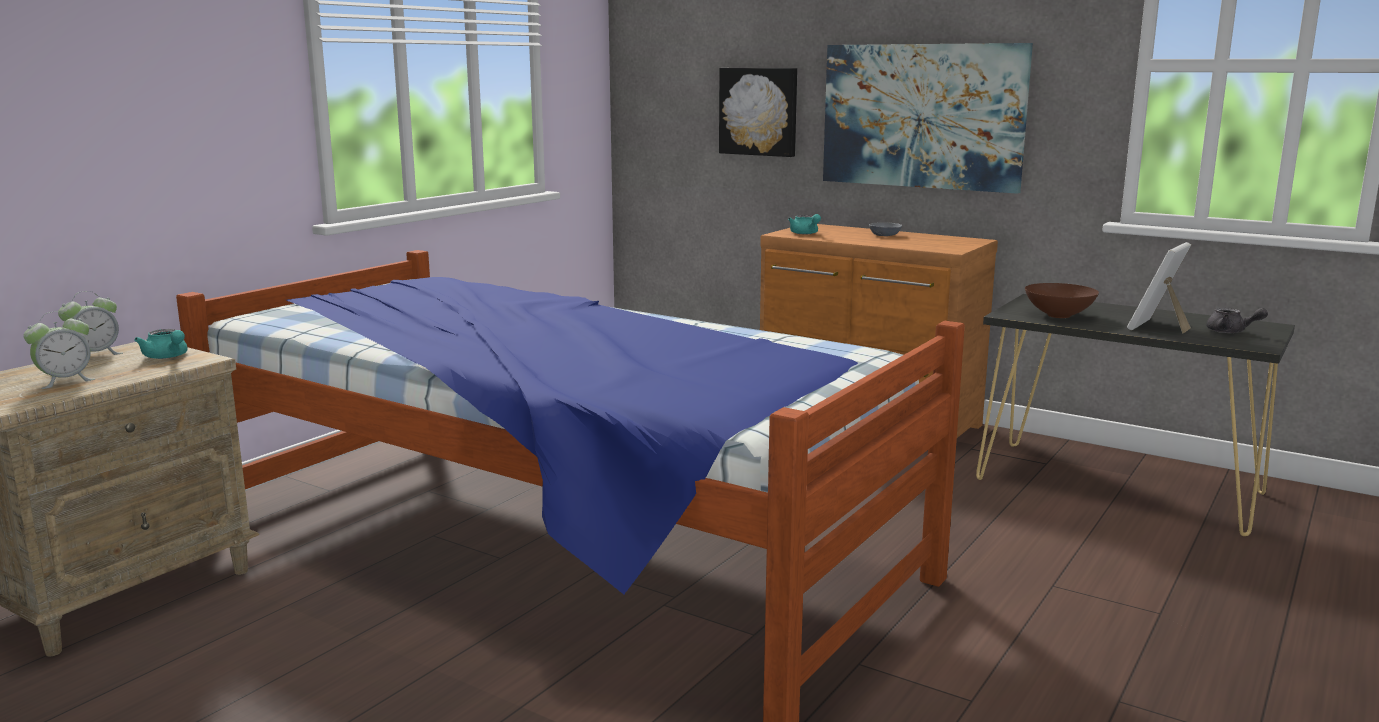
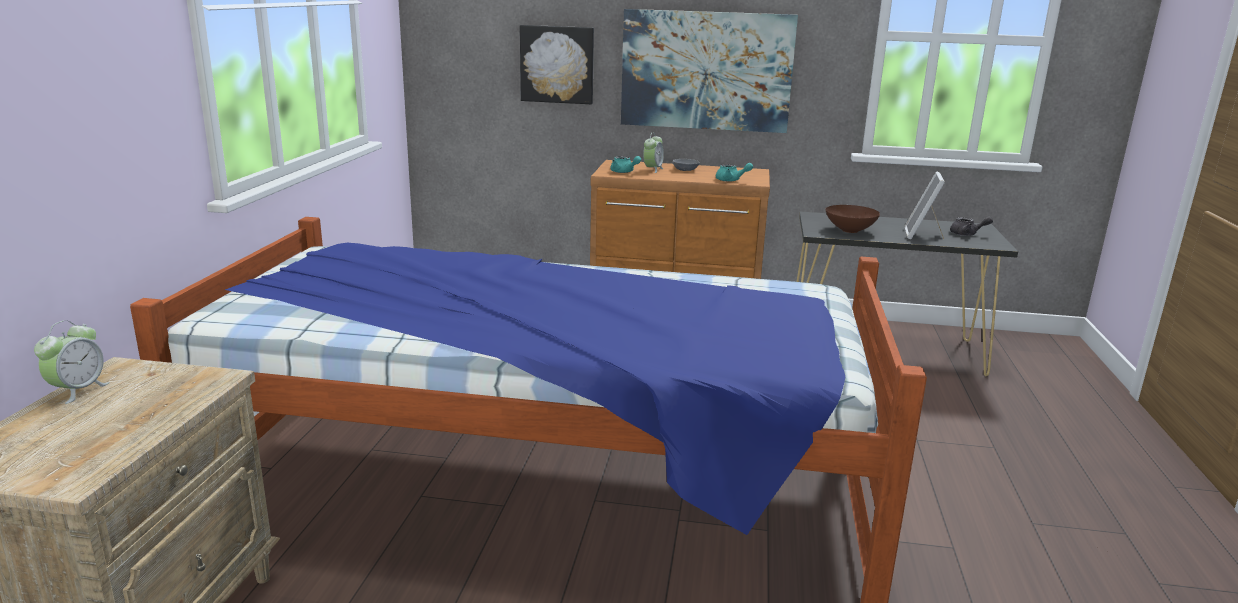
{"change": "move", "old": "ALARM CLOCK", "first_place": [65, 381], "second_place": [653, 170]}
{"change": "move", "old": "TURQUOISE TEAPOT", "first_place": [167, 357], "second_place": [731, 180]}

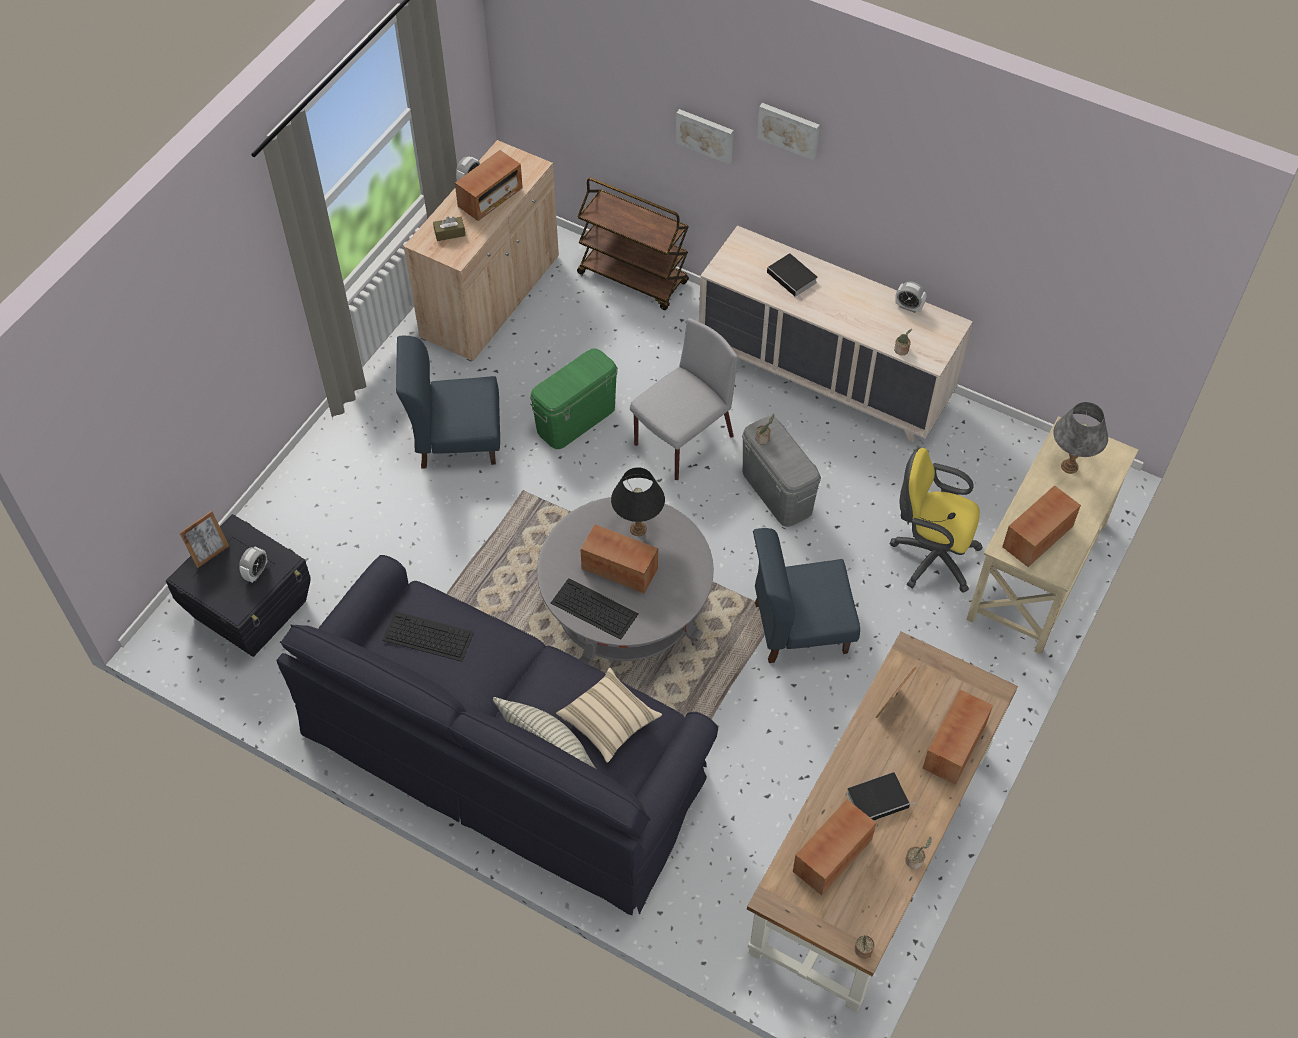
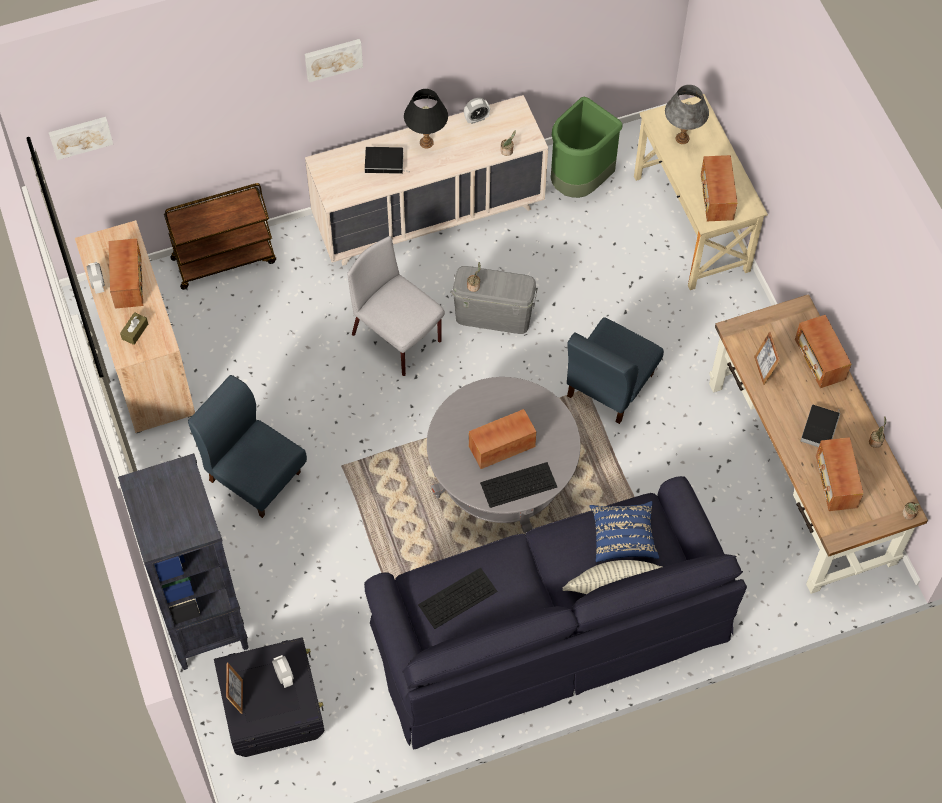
{"change": "rotate", "old": "BLUE CHAIR", "first_place": [456, 439], "second_place": [254, 475], "degrees": 90}
{"change": "delete", "old": "GREEN STORAGE BOX", "first_place": [576, 419]}
{"change": "recolor", "old": "BEIGE PILLOW", "new": "BLUE PILLOW", "first_place": [609, 721], "second_place": [623, 537]}
{"change": "move", "old": "BLACK TABLE LAMP", "first_place": [637, 529], "second_place": [426, 143]}
{"change": "rotate", "old": "GREY CHAIR", "first_place": [682, 441], "second_place": [398, 339], "degrees": -45}
{"change": "move", "old": "PICTURE", "first_place": [705, 134], "second_place": [80, 136]}
{"change": "delete", "old": "YELLOW OFFICE CHAIR", "first_place": [930, 556]}
{"change": "insert", "new": "BLACK BOOKCASE", "second_place": [204, 620]}
{"change": "insert", "new": "GREEN TRASH CAN", "second_place": [580, 182]}

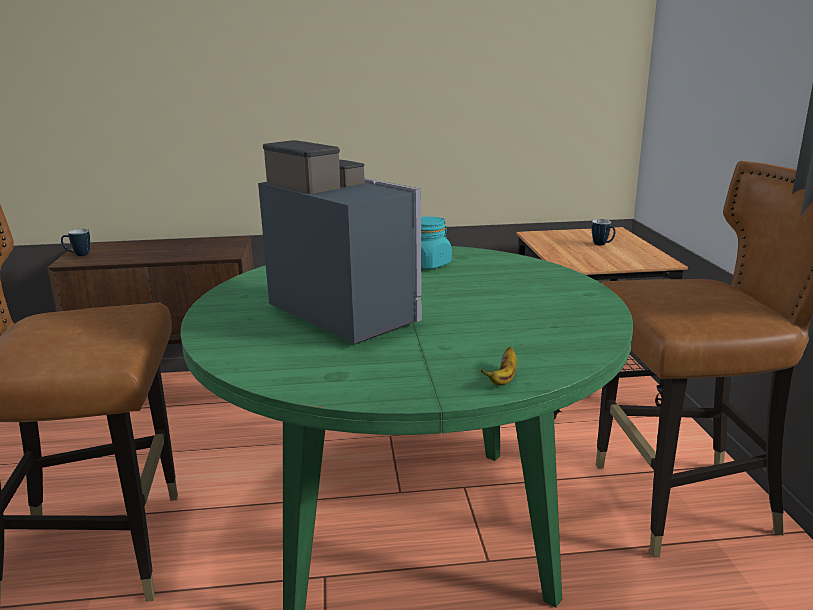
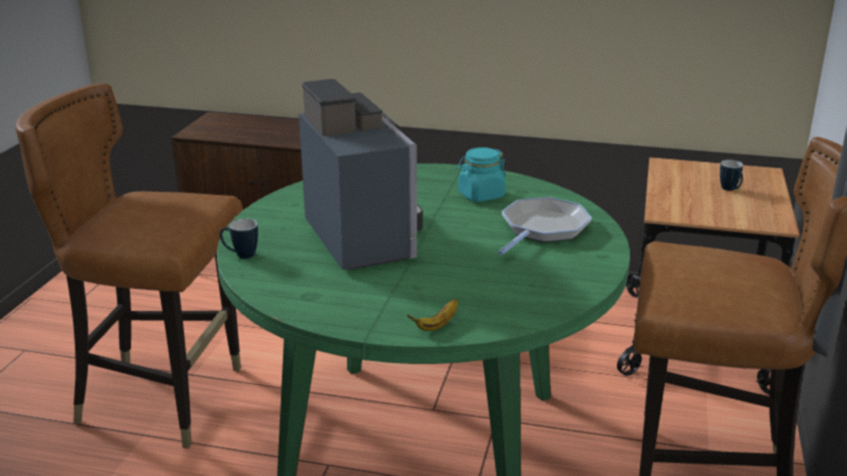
{"change": "move", "old": "MUG", "first_place": [78, 255], "second_place": [240, 255]}
{"change": "insert", "new": "FRYING PAN", "second_place": [542, 229]}

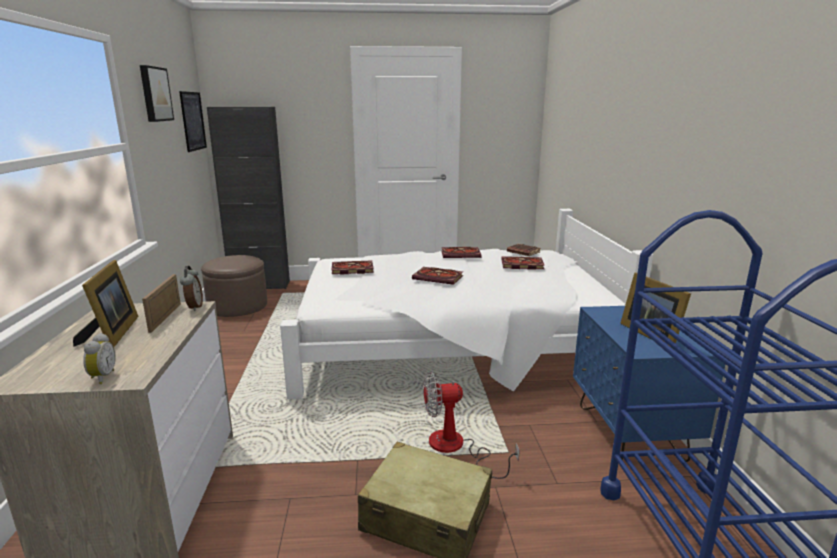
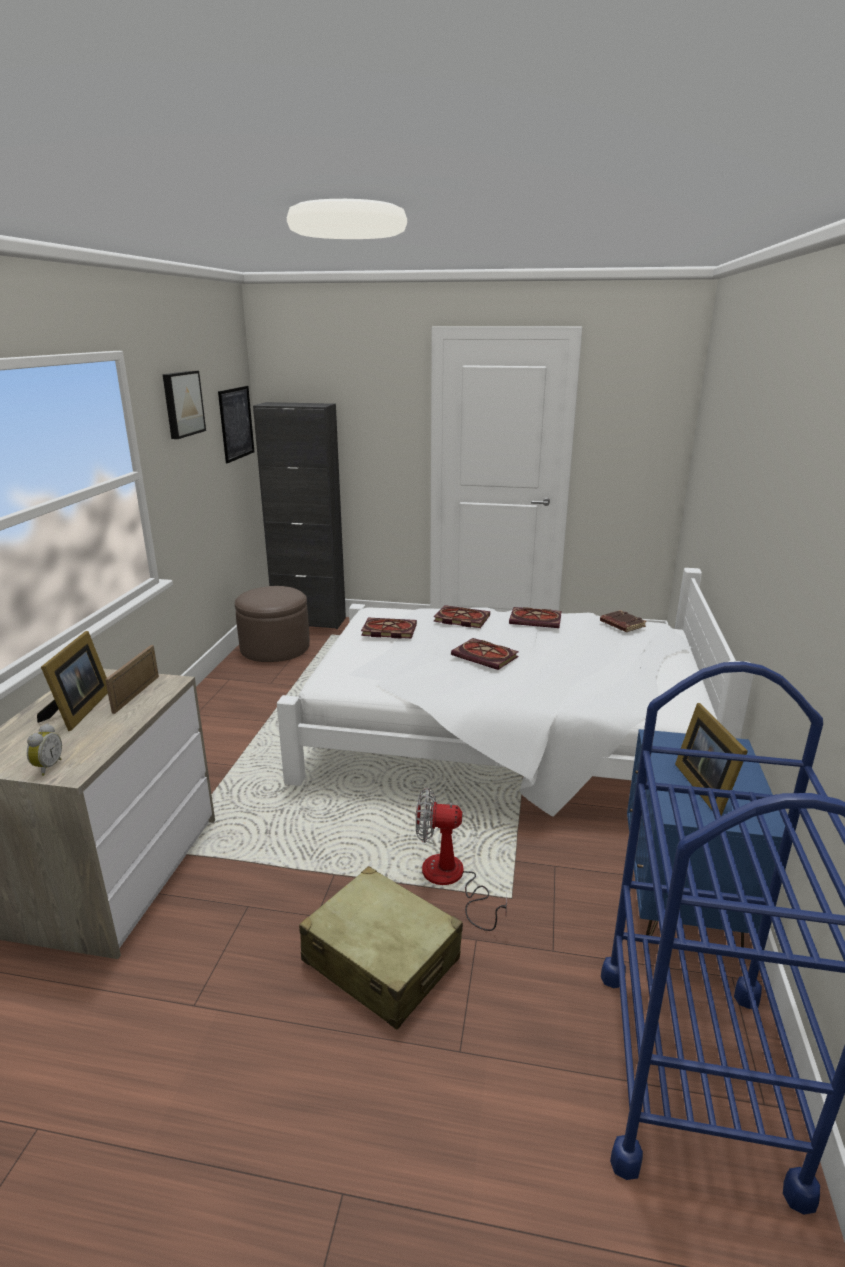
{"change": "delete", "old": "ALARM CLOCK", "first_place": [194, 307]}
{"change": "move", "old": "BOOK", "first_place": [521, 265], "second_place": [460, 619]}

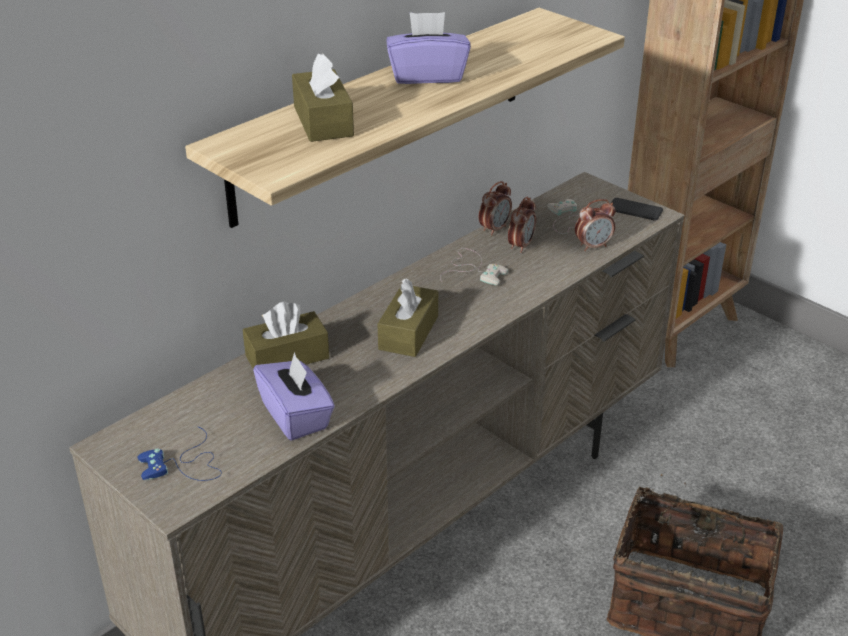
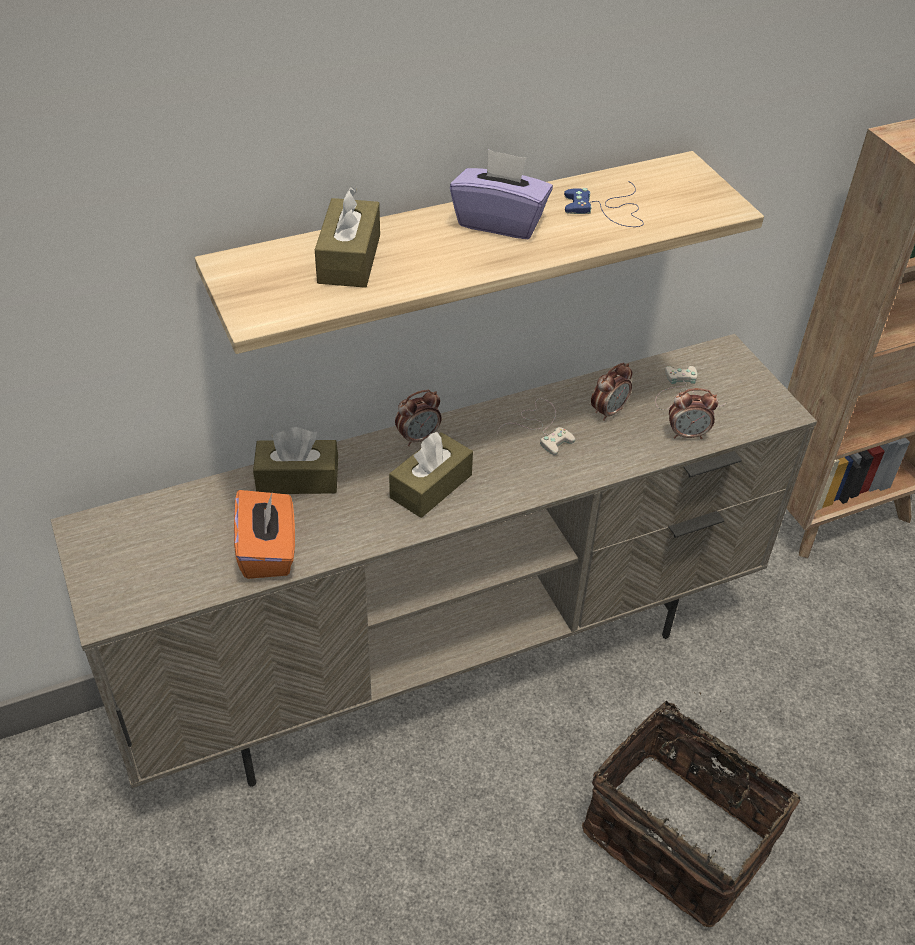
{"change": "move", "old": "BLUE GAME CONTROLLER", "first_place": [184, 465], "second_place": [608, 210]}
{"change": "recolor", "old": "PURPLE TISSUE BOX", "new": "ORANGE TISSUE BOX", "first_place": [296, 416], "second_place": [268, 551]}
{"change": "move", "old": "ALARM CLOCK", "first_place": [494, 229], "second_place": [418, 438]}
{"change": "delete", "old": "PHONE", "first_place": [635, 210]}

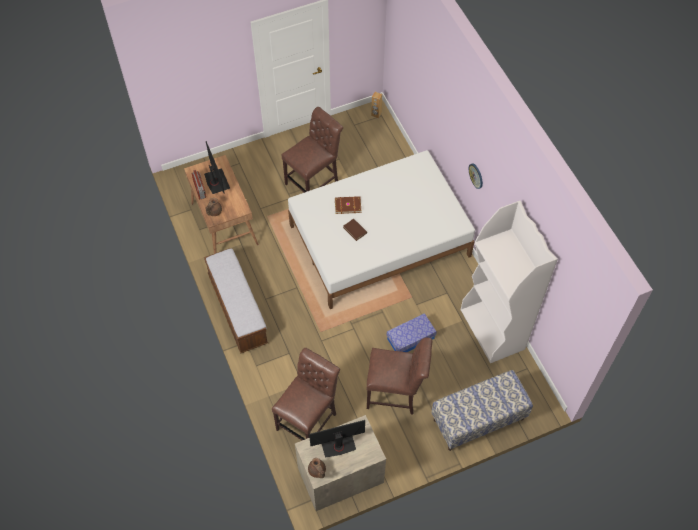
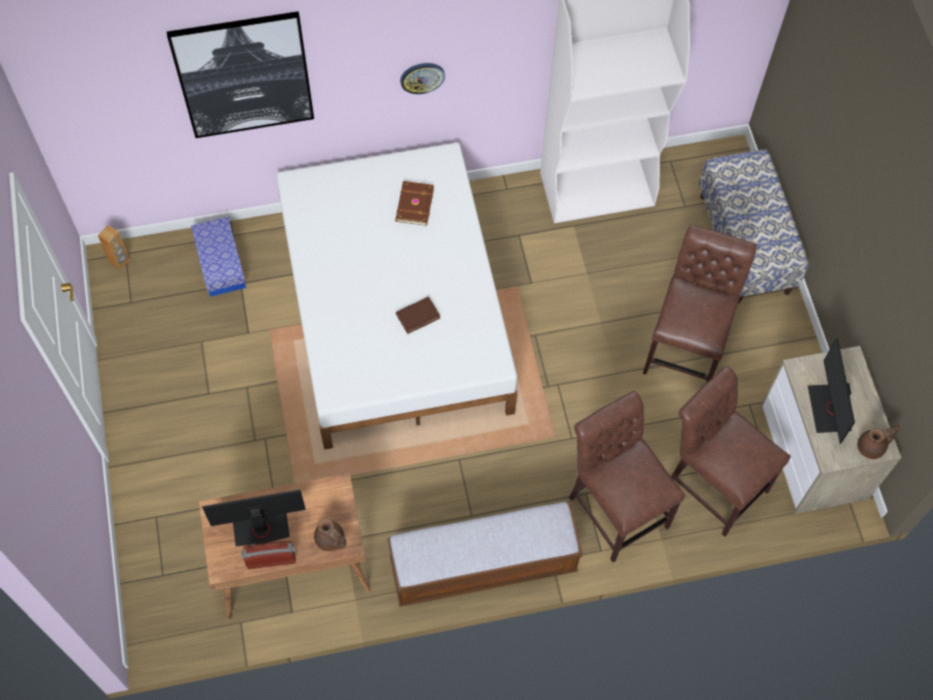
{"change": "move", "old": "BROWN CHAIR", "first_place": [314, 181], "second_place": [615, 507]}
{"change": "move", "old": "BROWN BOOK", "first_place": [347, 205], "second_place": [413, 205]}
{"change": "move", "old": "STORAGE BOX", "first_place": [410, 339], "second_place": [221, 263]}
{"change": "insert", "new": "PICTURE", "second_place": [244, 75]}

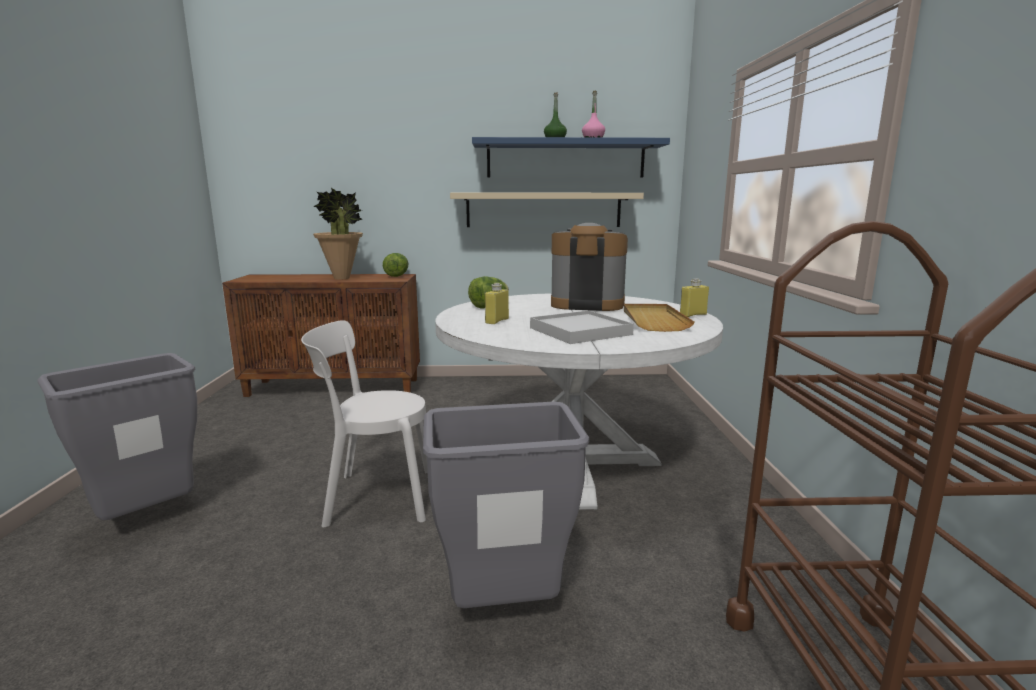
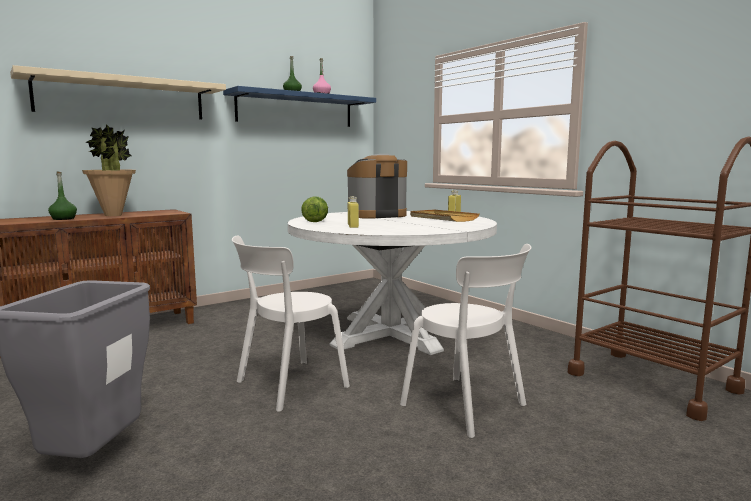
{"change": "delete", "old": "LETTUCE", "first_place": [397, 275]}
{"change": "replace", "old": "GREY TRASH CAN", "new": "WHITE CHAIR", "first_place": [502, 609], "second_place": [467, 406]}
{"change": "move", "old": "BEIGE SHELF", "first_place": [543, 210], "second_place": [122, 98]}
{"change": "delete", "old": "WHITE TRAY", "first_place": [580, 331]}
{"change": "insert", "new": "GREEN BOTTLE", "second_place": [63, 218]}

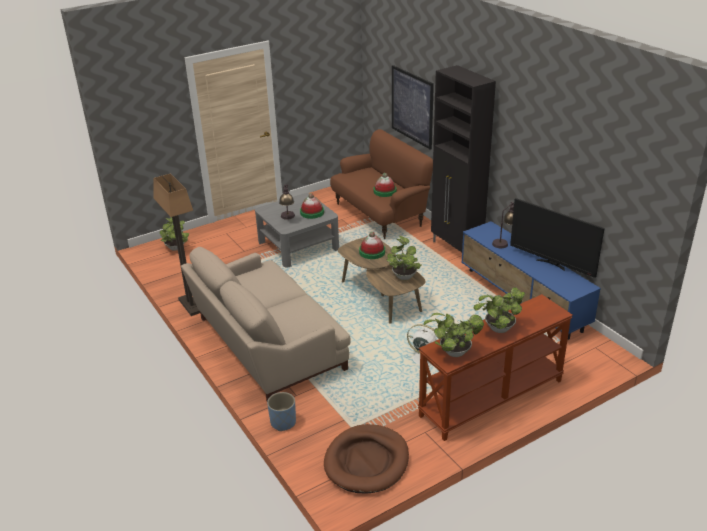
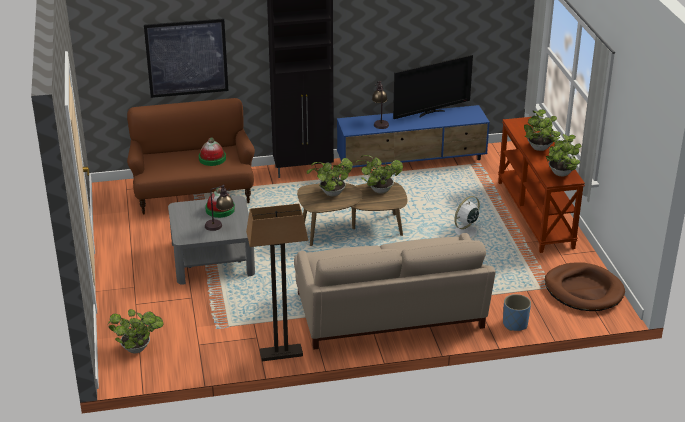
{"change": "replace", "old": "HAT", "new": "POTTED PLANT", "first_place": [372, 252], "second_place": [330, 193]}

